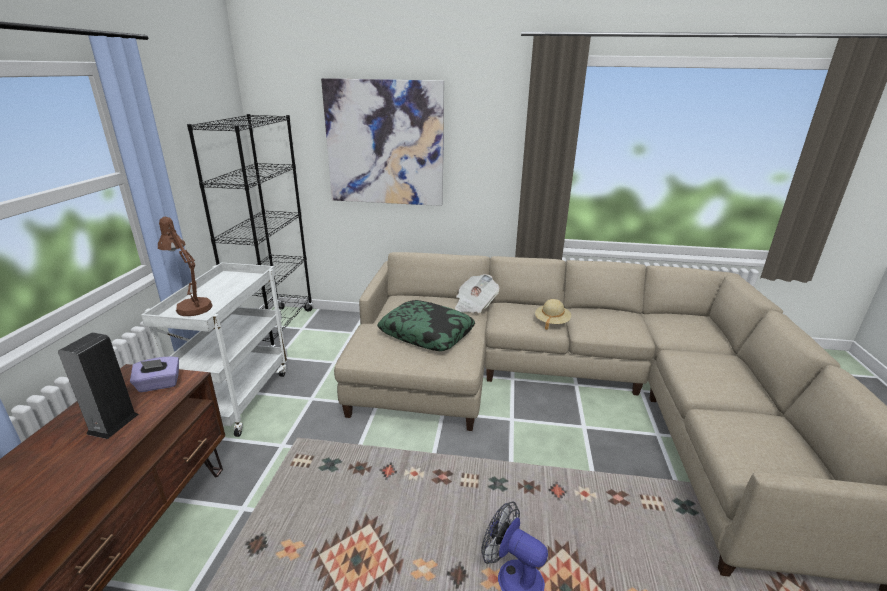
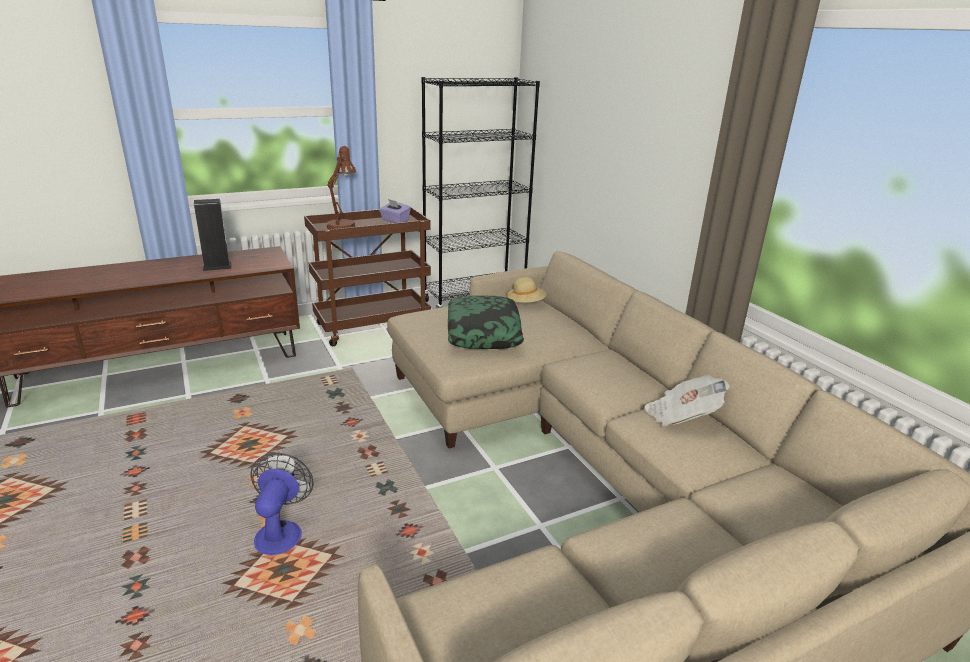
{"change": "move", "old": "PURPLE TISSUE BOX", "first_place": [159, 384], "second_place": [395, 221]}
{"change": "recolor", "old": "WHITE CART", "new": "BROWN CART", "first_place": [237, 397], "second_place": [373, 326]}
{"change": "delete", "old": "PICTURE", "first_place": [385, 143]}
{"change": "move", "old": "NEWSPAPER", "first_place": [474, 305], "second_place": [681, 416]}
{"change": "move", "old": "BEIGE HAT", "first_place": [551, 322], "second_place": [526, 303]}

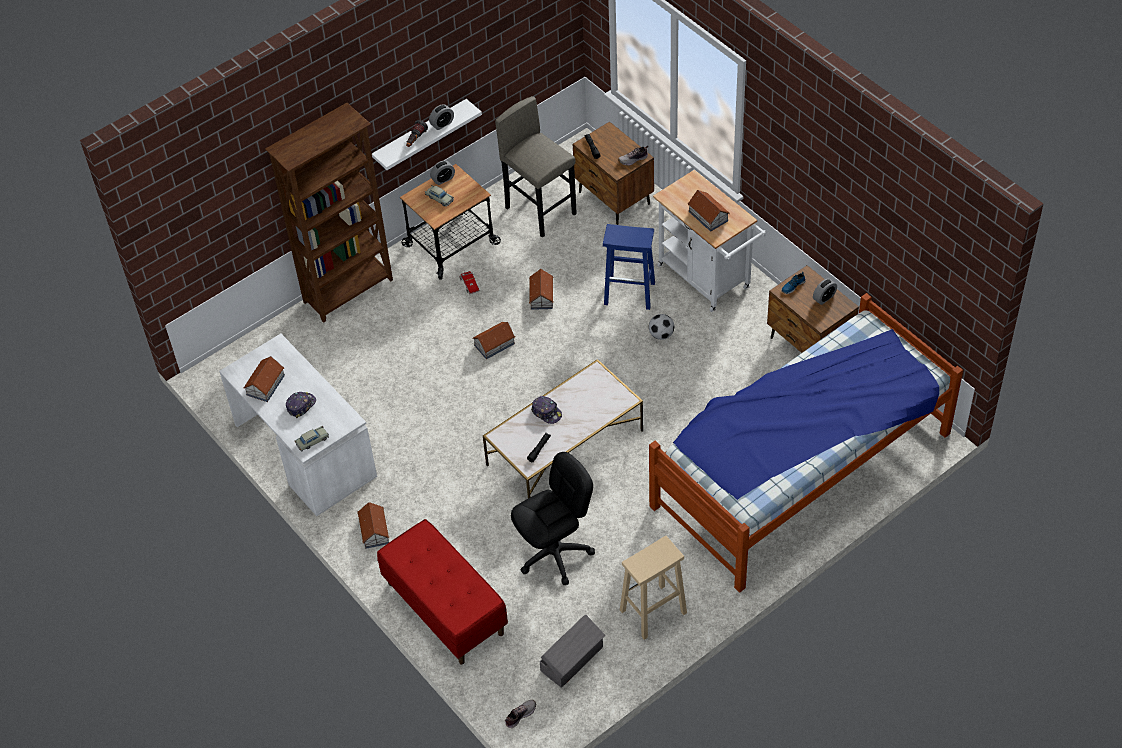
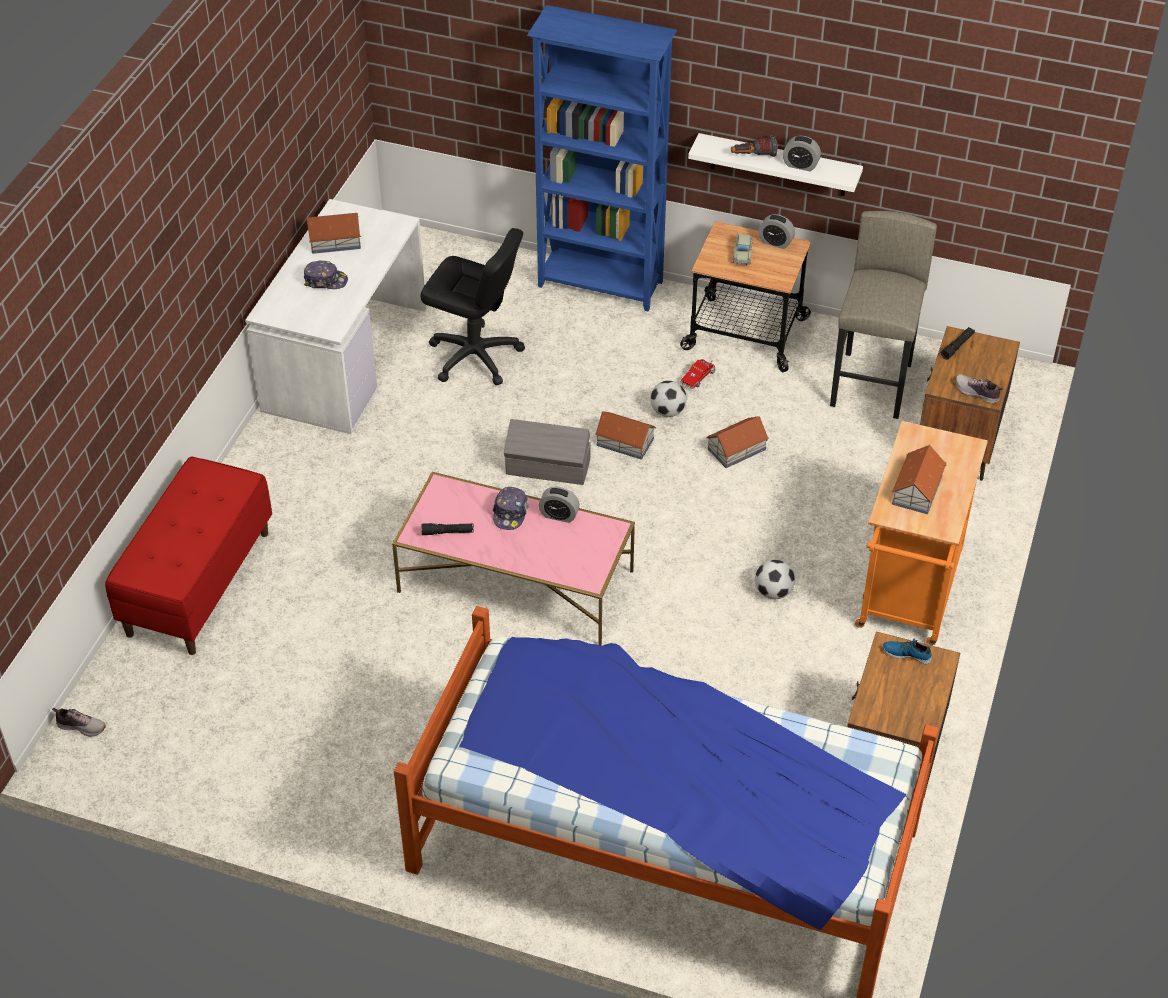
{"change": "recolor", "old": "BROWN BOOKCASE", "new": "BLUE BOOKCASE", "first_place": [349, 291], "second_place": [601, 285]}
{"change": "delete", "old": "BEIGE TOY CAR", "first_place": [312, 441]}
{"change": "delete", "old": "TOY HOUSE", "first_place": [374, 530]}
{"change": "recolor", "old": "WHITE COFFEE TABLE", "new": "PINK COFFEE TABLE", "first_place": [565, 447], "second_place": [516, 581]}
{"change": "move", "old": "BLACK OFFICE CHAIR", "first_place": [555, 553], "second_place": [475, 356]}
{"change": "move", "old": "GREY STORAGE BOX", "first_place": [573, 659], "second_place": [548, 468]}
{"change": "delete", "old": "BLUE STOOL", "first_place": [630, 293]}
{"change": "delete", "old": "BEIGE STOOL", "first_place": [652, 612]}
{"change": "recolor", "old": "WHITE CART", "new": "ORANGE CART", "first_place": [708, 280], "second_place": [907, 598]}
{"change": "move", "old": "ALARM CLOCK", "first_place": [824, 298], "second_place": [559, 515]}
{"change": "insert", "new": "FOOTBALL", "second_place": [667, 411]}

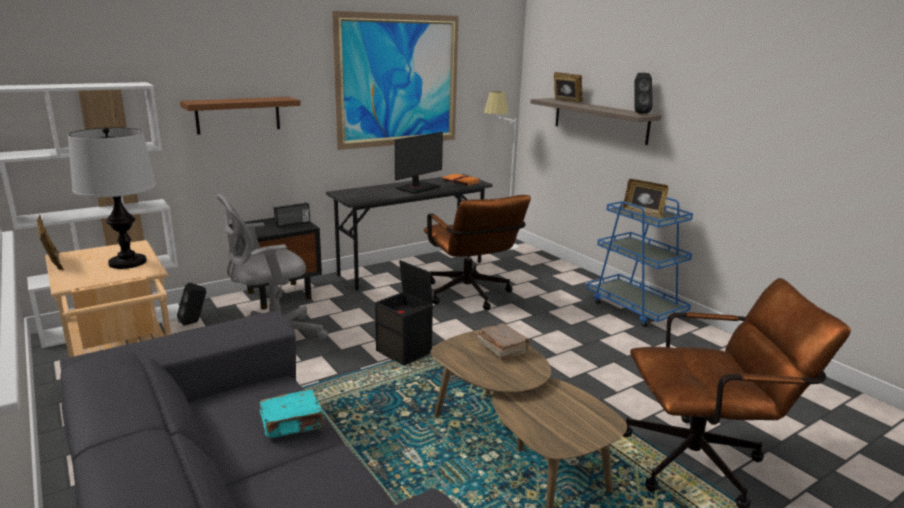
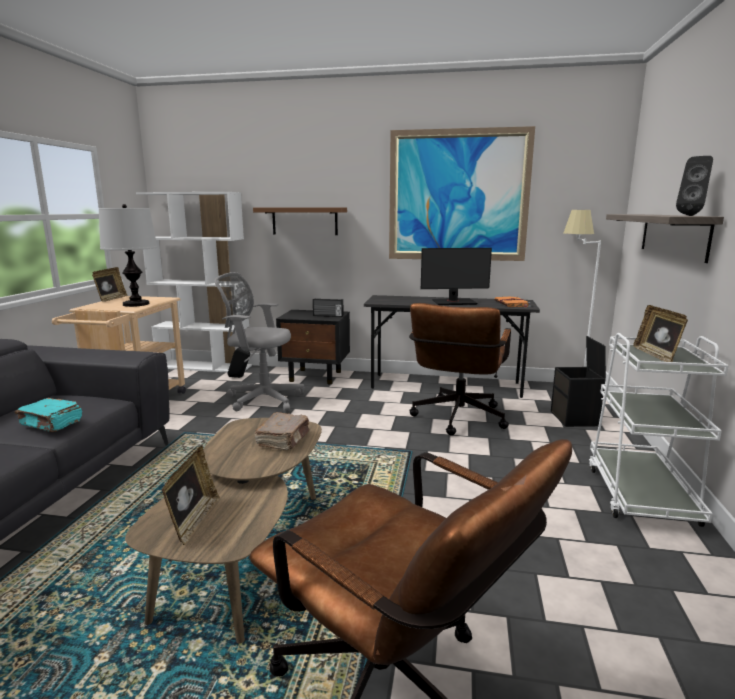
{"change": "move", "old": "BLACK STORAGE BOX", "first_place": [405, 352], "second_place": [575, 419]}
{"change": "move", "old": "PICTURE FRAME", "first_place": [566, 101], "second_place": [194, 521]}
{"change": "recolor", "old": "BLUE CART", "new": "WHITE CART", "first_place": [635, 308], "second_place": [640, 494]}

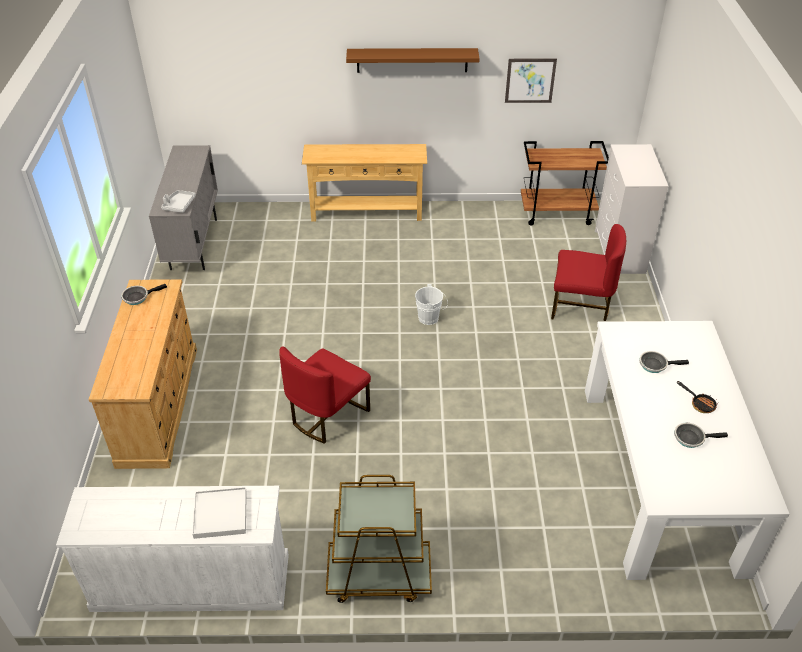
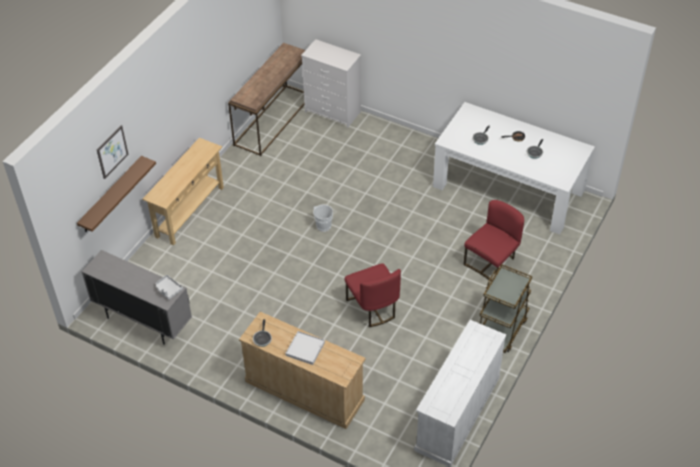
{"change": "move", "old": "WHITE TRAY", "first_place": [220, 514], "second_place": [305, 349]}
{"change": "move", "old": "BROWN SHELF", "first_place": [412, 60], "second_place": [111, 195]}
{"change": "move", "old": "PICTURE", "first_place": [530, 80], "second_place": [112, 152]}
{"change": "replace", "old": "BROWN CART", "new": "BROWN CONSOLE TABLE", "first_place": [557, 213], "second_place": [273, 119]}
{"change": "move", "old": "RED CHAIR", "first_place": [580, 305], "second_place": [491, 263]}

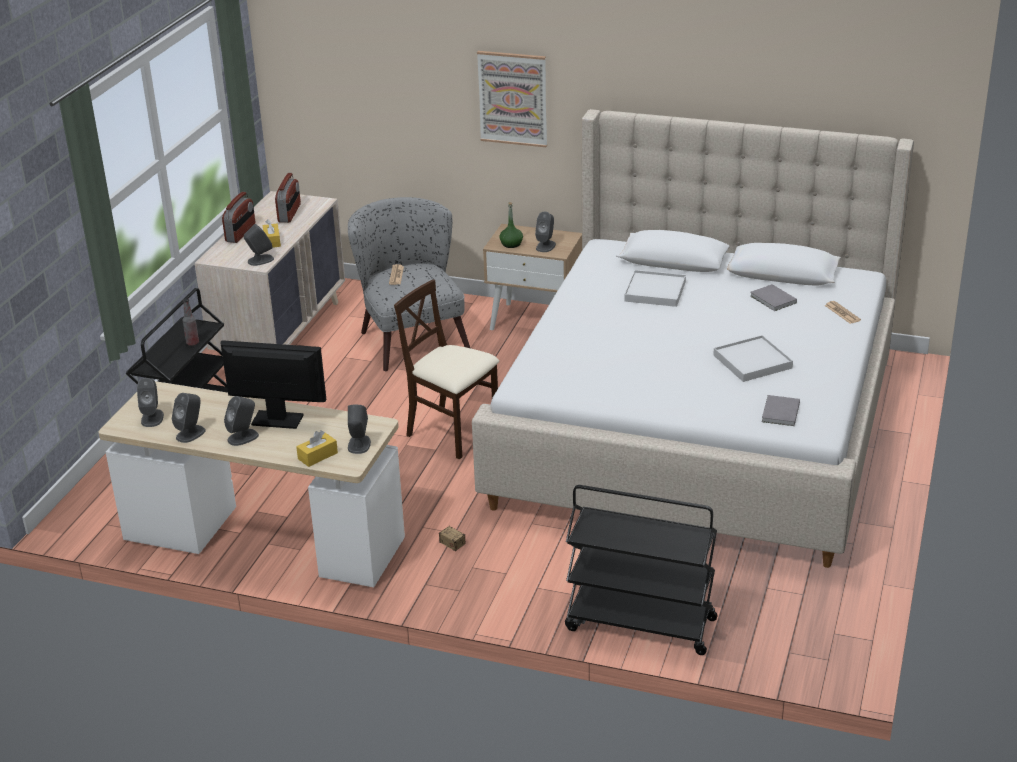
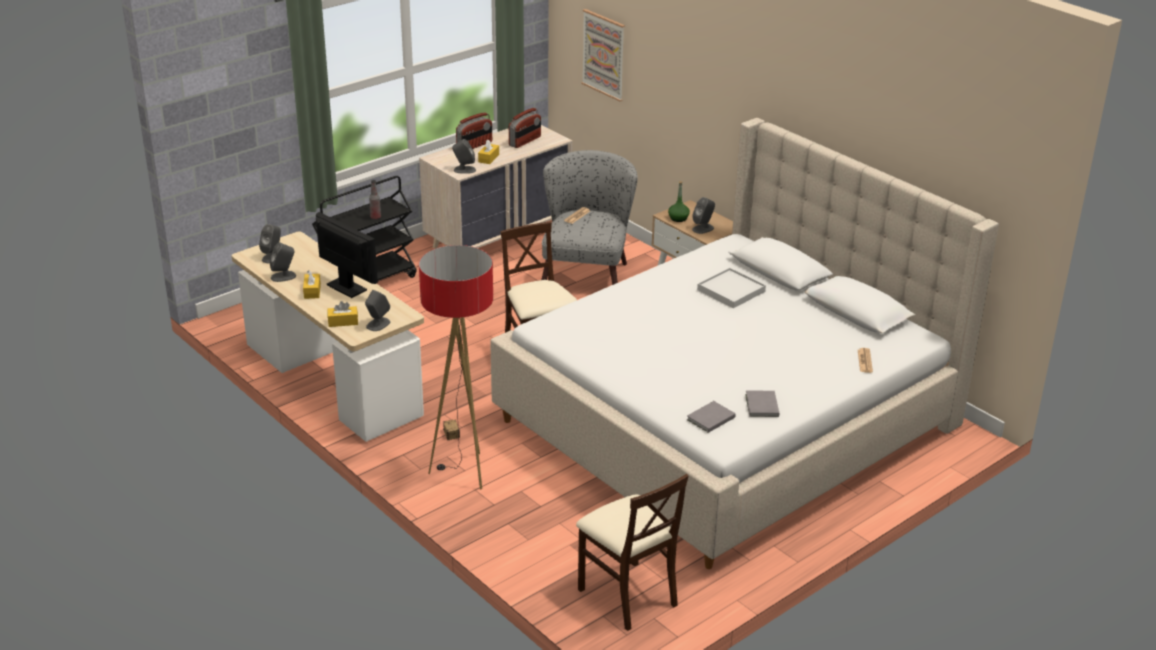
{"change": "replace", "old": "GREY SPEAKER", "new": "YELLOW TISSUE BOX", "first_place": [243, 437], "second_place": [312, 291]}
{"change": "move", "old": "PICTURE", "first_place": [513, 98], "second_place": [604, 54]}
{"change": "delete", "old": "BLACK CART", "first_place": [639, 624]}
{"change": "delete", "old": "WHITE TRAY", "first_place": [752, 362]}
{"change": "move", "old": "GREY BOOK", "first_place": [773, 300], "second_place": [761, 406]}
{"change": "insert", "new": "FLOOR LAMP", "second_place": [462, 472]}
{"change": "insert", "new": "BEIGE CHAIR", "second_place": [628, 595]}

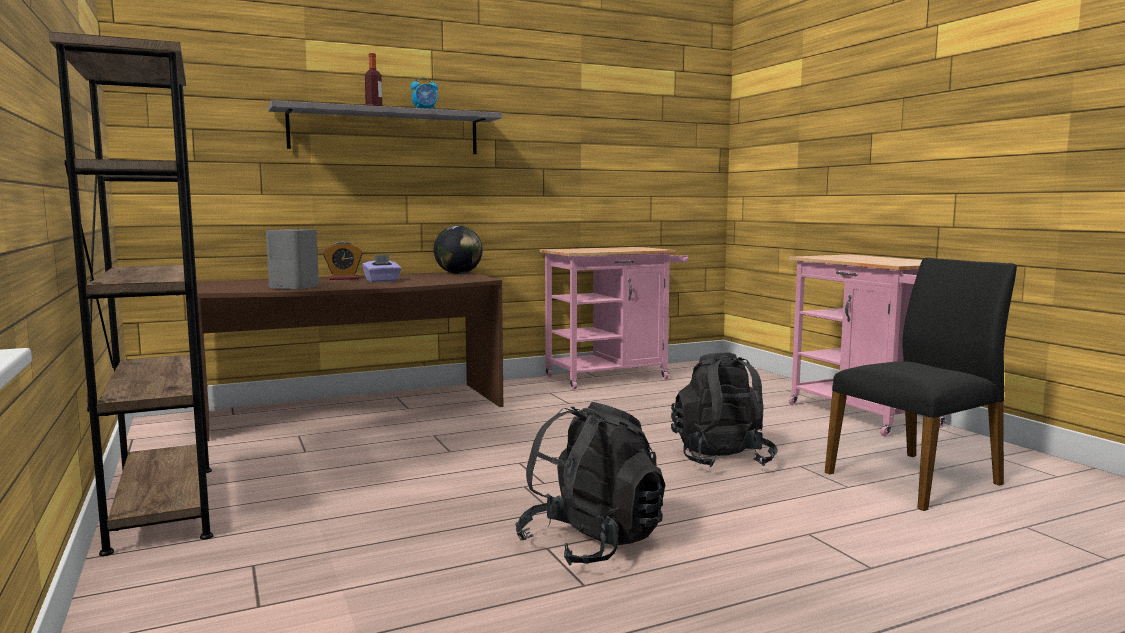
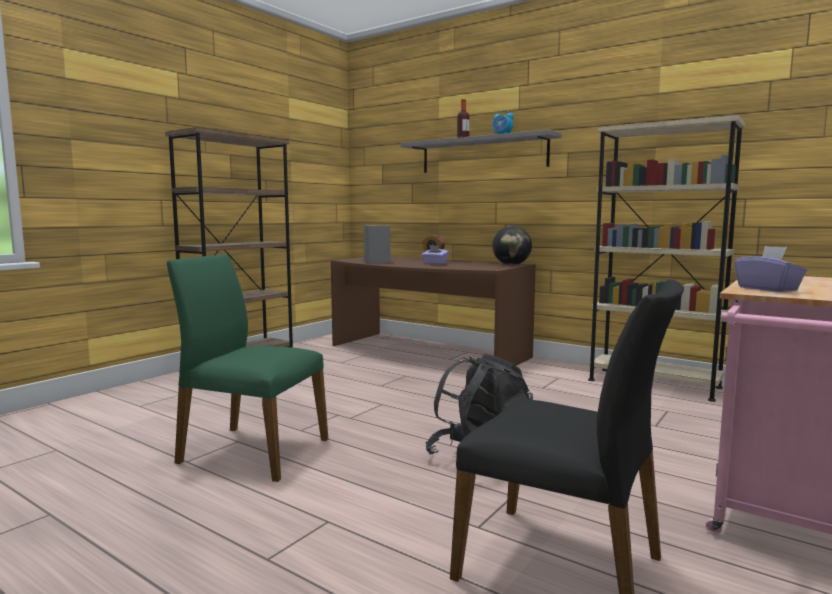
{"change": "replace", "old": "BLACK BACKPACK", "new": "GREEN CHAIR", "first_place": [591, 544], "second_place": [252, 451]}
{"change": "replace", "old": "PINK CART", "new": "BEIGE BOOKCASE", "first_place": [613, 376], "second_place": [653, 384]}
{"change": "insert", "new": "PURPLE TISSUE BOX", "second_place": [768, 289]}

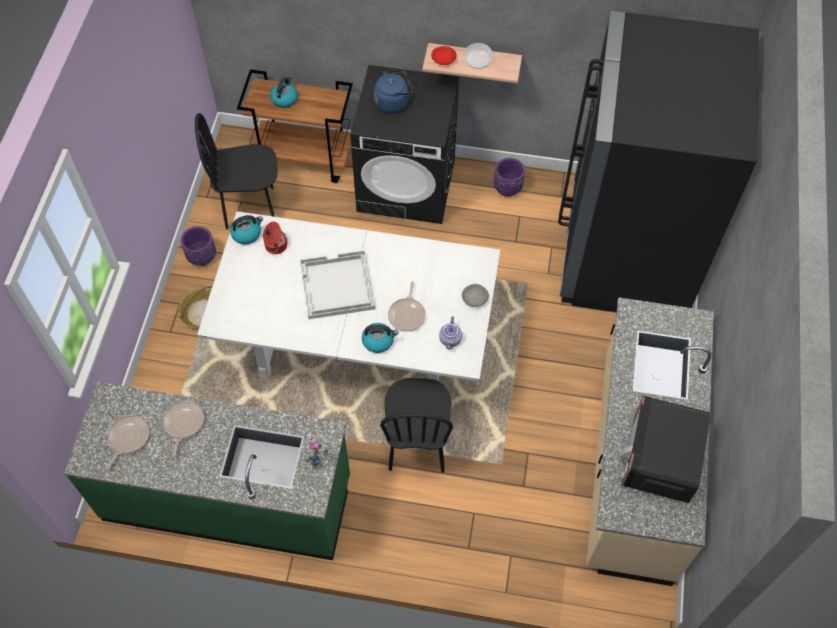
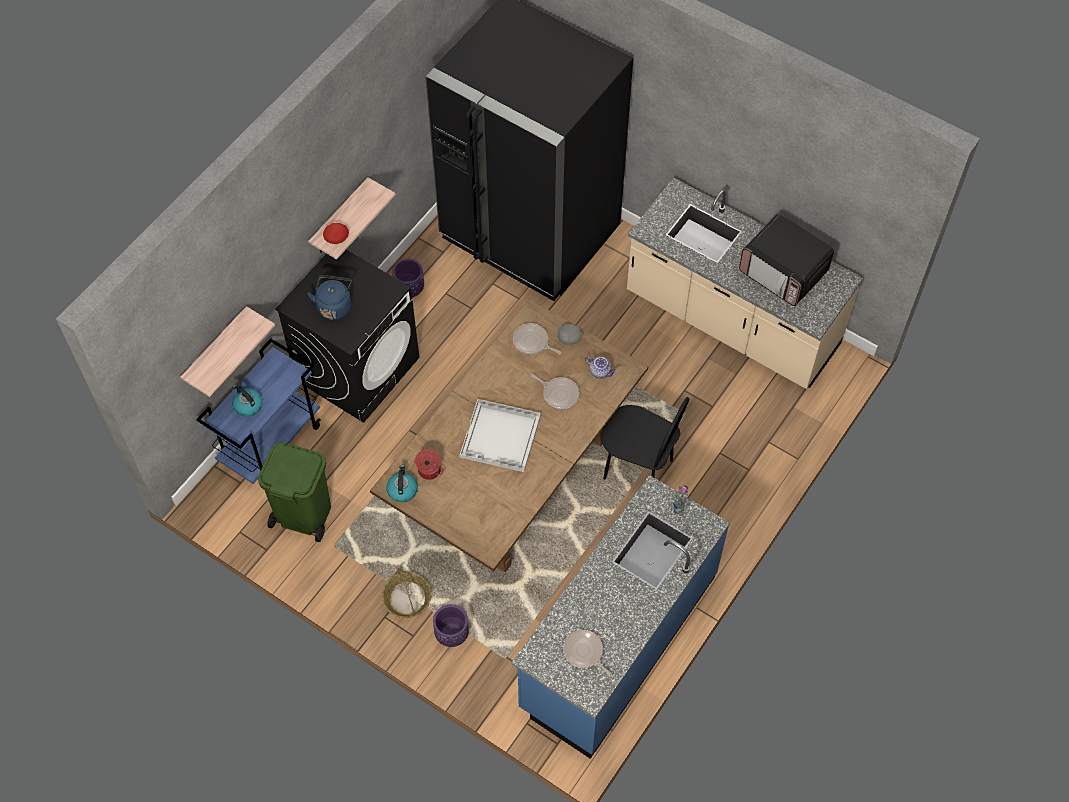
{"change": "recolor", "old": "GREEN COUNTER", "new": "BLUE COUNTER", "first_place": [228, 497], "second_place": [617, 641]}
{"change": "move", "old": "FRYING PAN", "first_place": [183, 424], "second_place": [532, 342]}
{"change": "move", "old": "PURPLE PLANTER", "first_place": [202, 256], "second_place": [451, 634]}
{"change": "replace", "old": "BLACK CHAIR", "new": "GREEN TRASH CAN", "first_place": [249, 207], "second_place": [303, 514]}
{"change": "recolor", "old": "WHITE DINING TABLE", "new": "BROWN DINING TABLE", "first_place": [358, 345], "second_place": [514, 477]}
{"change": "recolor", "old": "BROWN CART", "new": "BLUE CART", "first_place": [305, 158], "second_place": [271, 443]}
{"change": "delete", "old": "KETTLE", "first_place": [378, 341]}
{"change": "delete", "old": "BOWL", "first_place": [477, 61]}
{"change": "insert", "new": "SHELF", "second_place": [216, 350]}

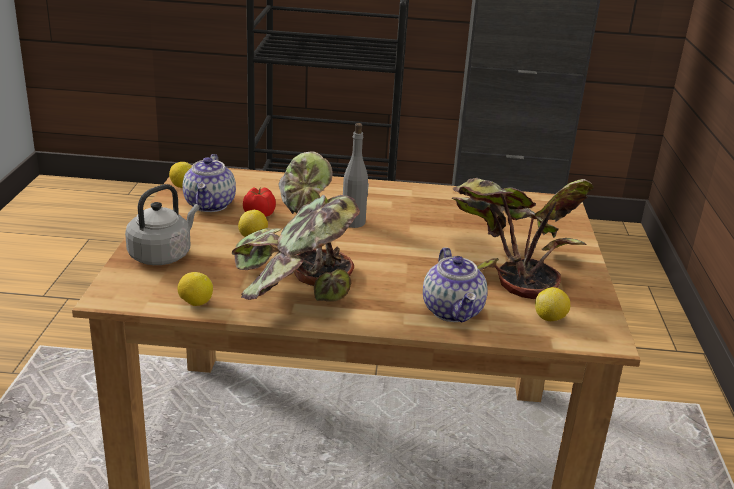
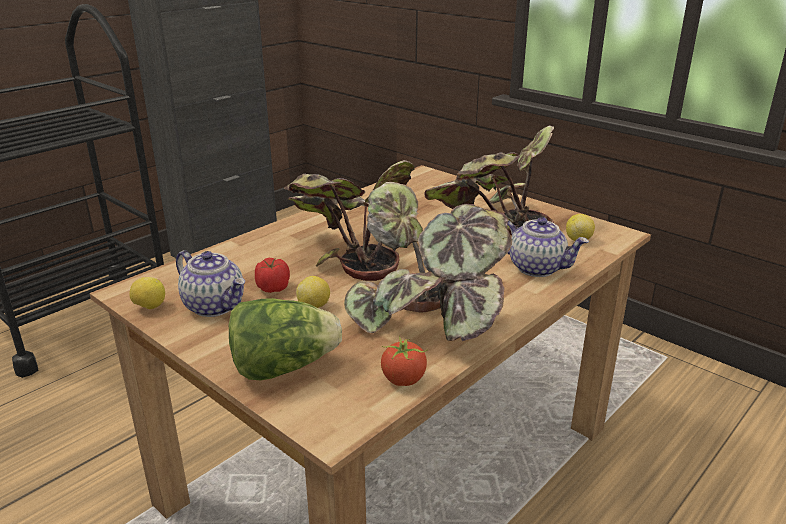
{"change": "replace", "old": "GREY KETTLE", "new": "LETTUCE", "first_place": [163, 255], "second_place": [283, 367]}
{"change": "replace", "old": "LEMON", "new": "TOMATO", "first_place": [195, 303], "second_place": [404, 380]}
{"change": "replace", "old": "GREY BOTTLE", "new": "POTTED PLANT", "first_place": [354, 222], "second_place": [350, 253]}

